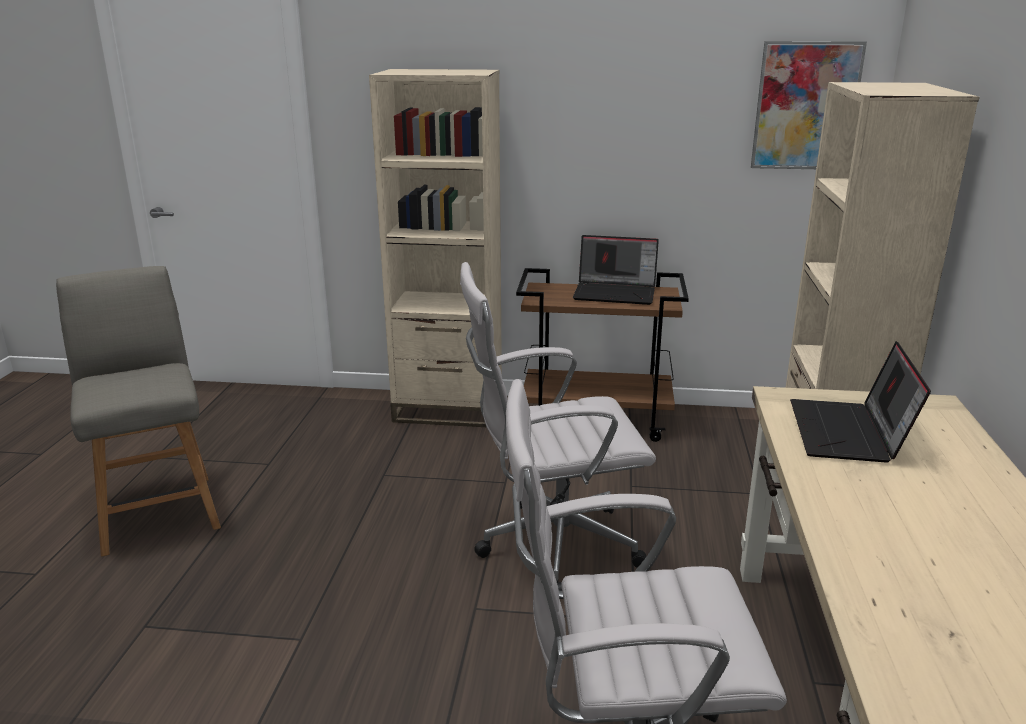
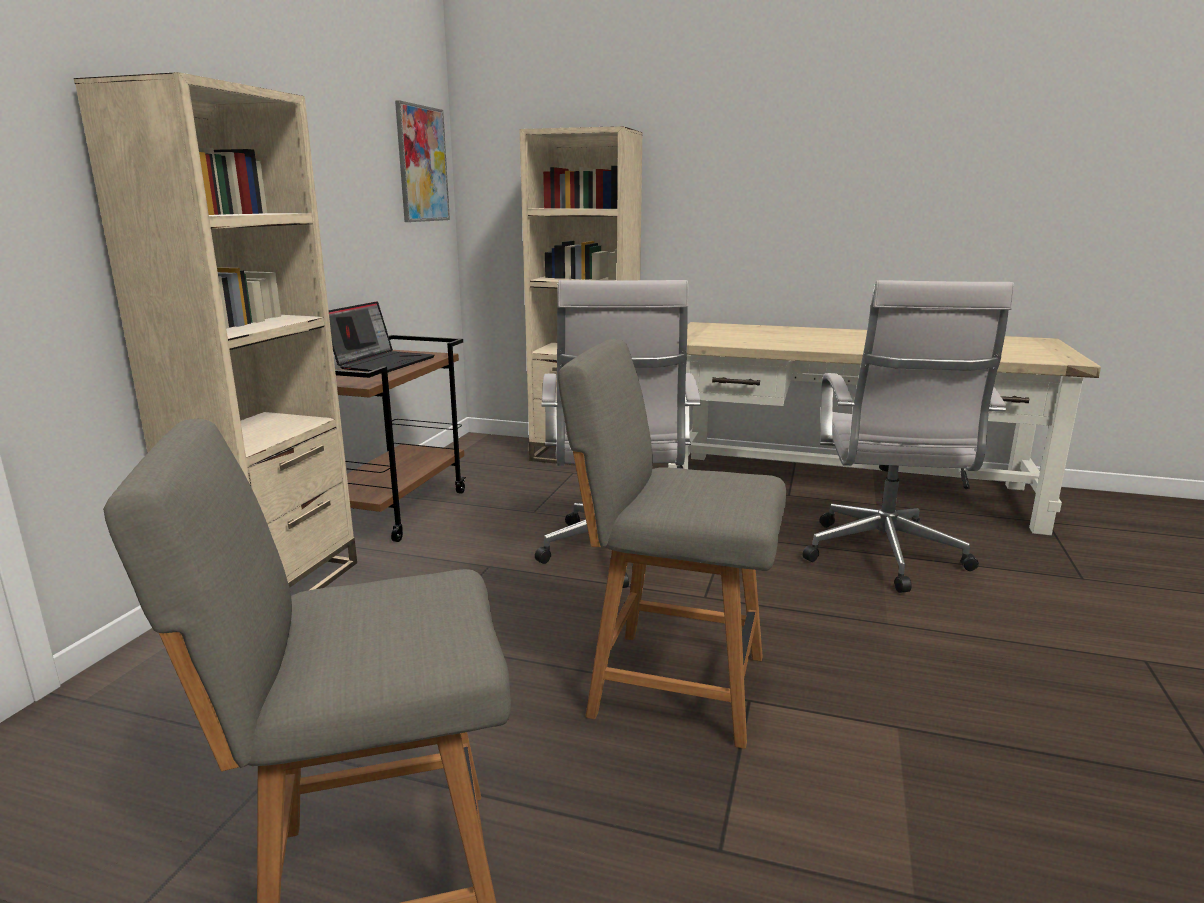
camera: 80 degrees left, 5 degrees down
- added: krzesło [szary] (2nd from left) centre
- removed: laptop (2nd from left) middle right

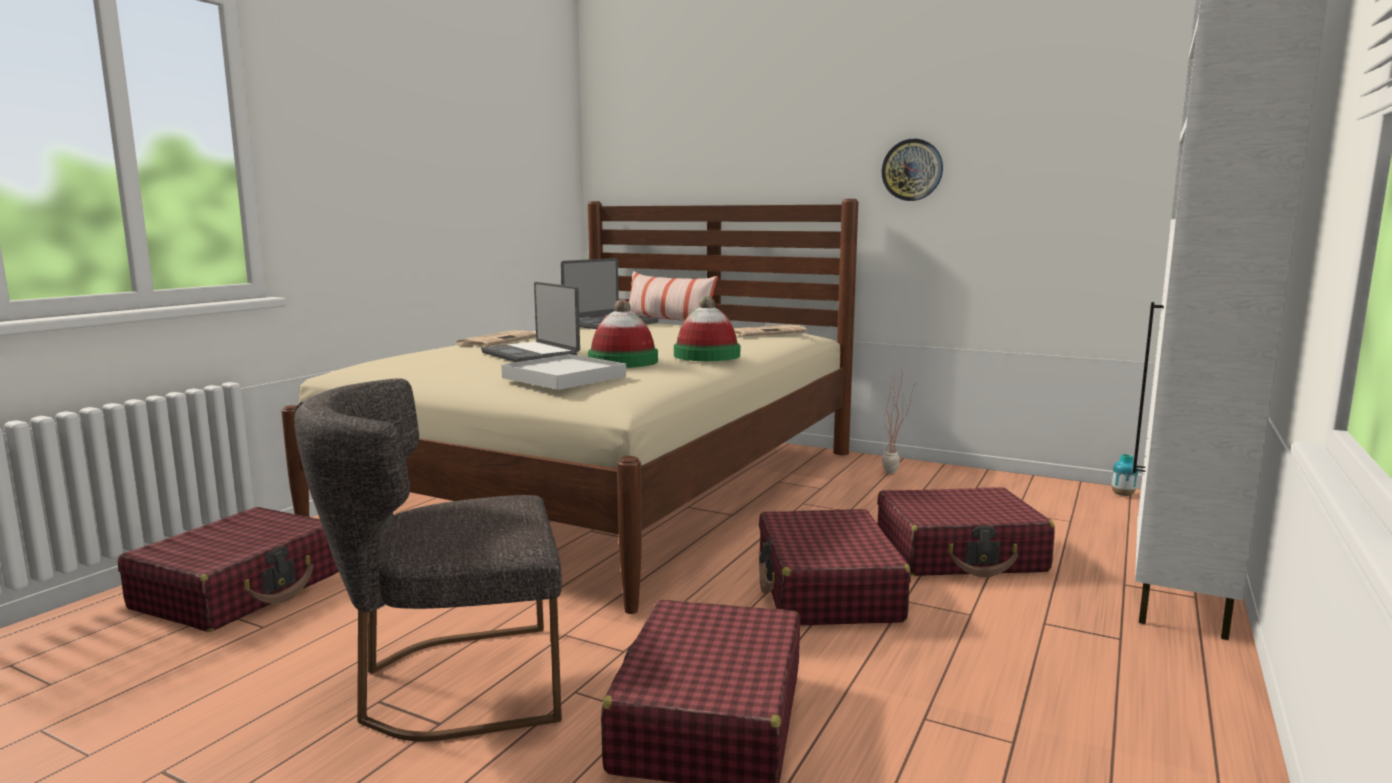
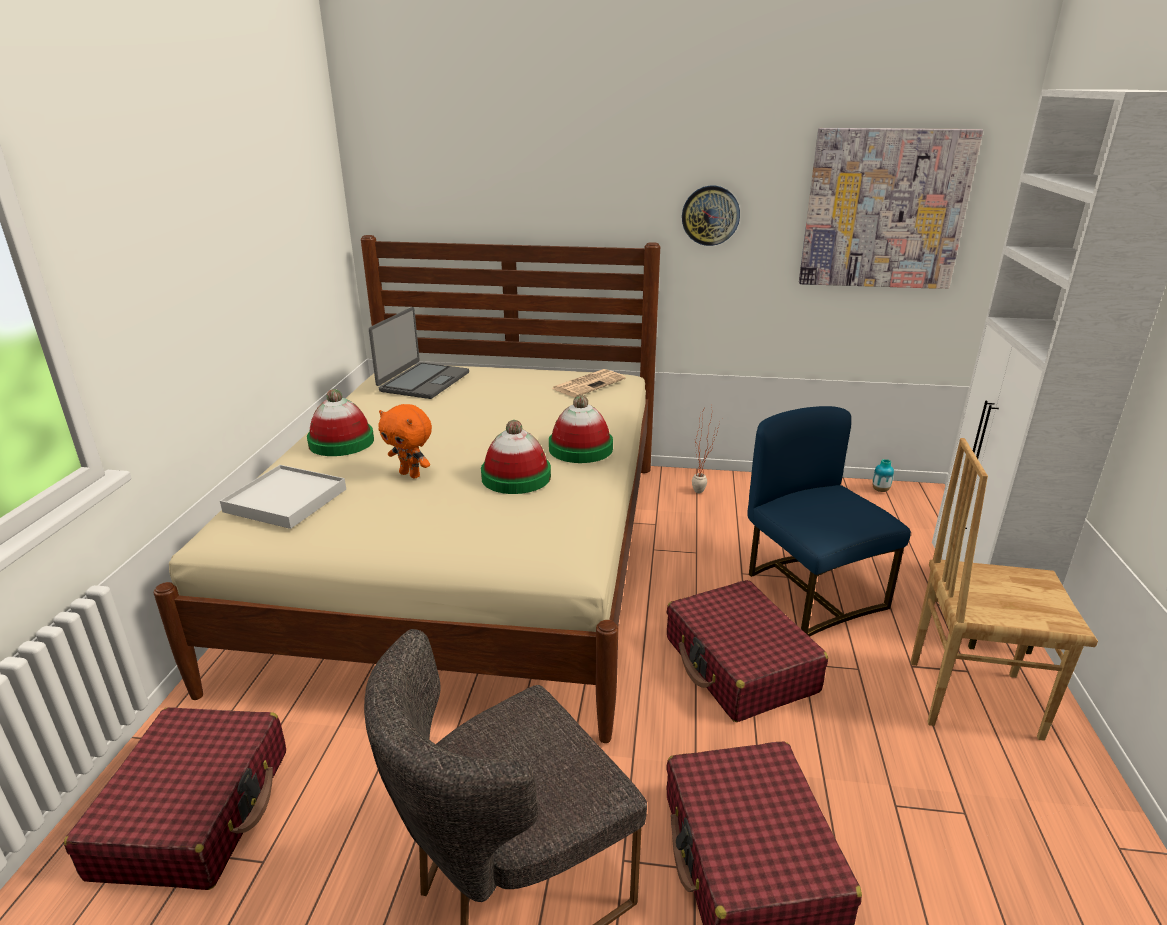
camera: 20 degrees left, 15 degrees up
- moved: taca [biały] centre to middle left
- replaced: gazeta (1st from left) centre to kapelusz (1st from left) middle left
- replaced: laptop (1st from left) centre to pluszak [pomarańczowy] centre
- replaced: walizka [czerwony] (4th from left) bottom right to krzesło [niebieski] middle right
- added: obraz top right
- added: krzesło [brązowy] middle right
- removed: poduszka centre

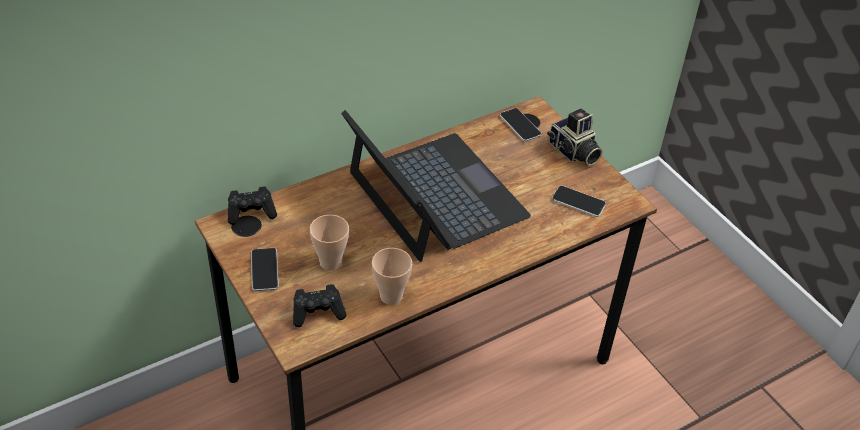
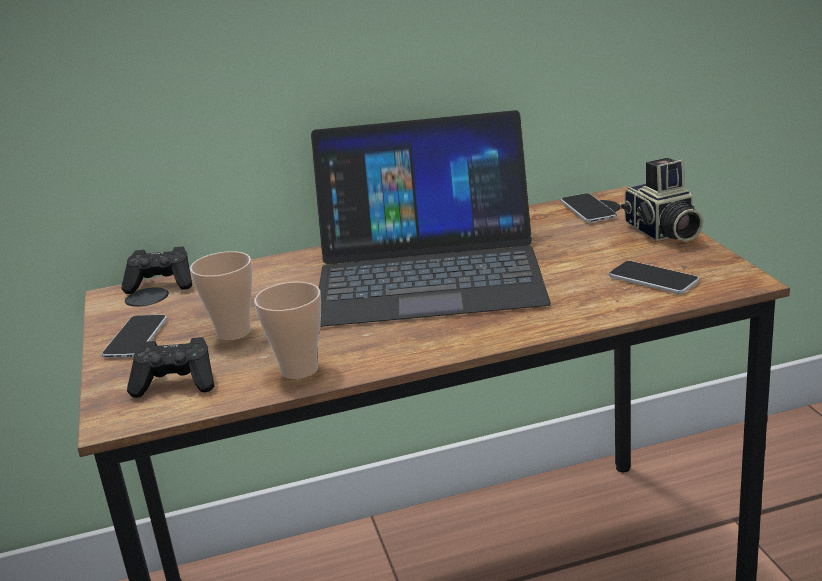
camera: 20 degrees right, 20 degrees down
- turned: laptop centre = centre 105 degrees clockwise

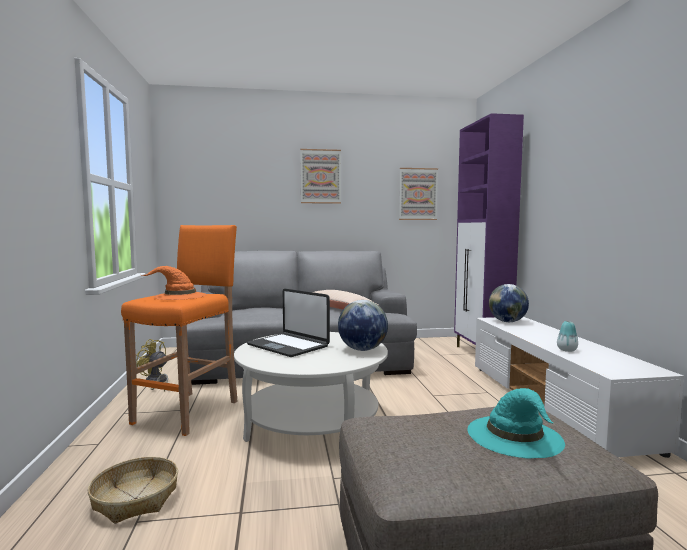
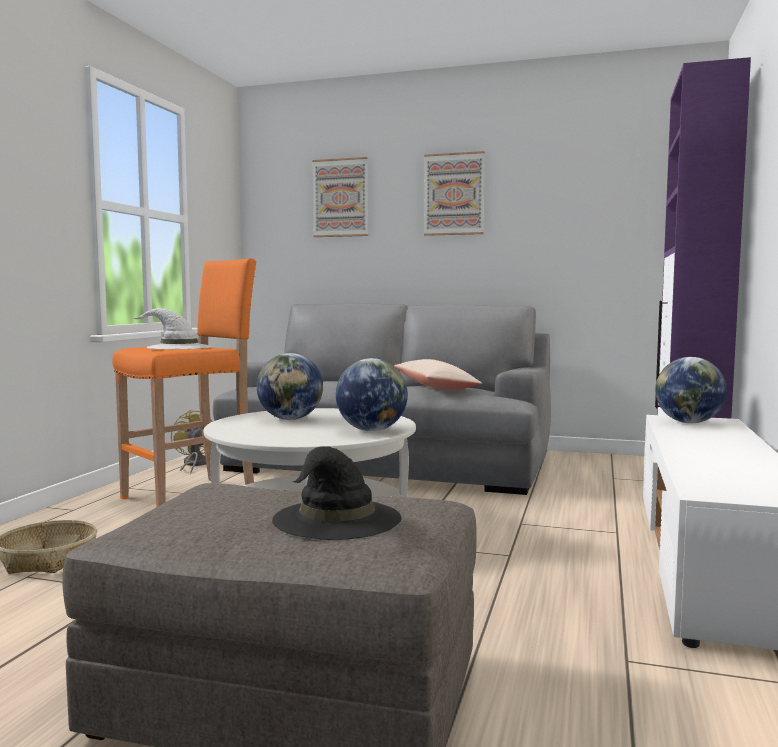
camera: 25 degrees right, 0 degrees up
- recoloured: kapelusz [pomarańczowy] middle left to kapelusz [biały] middle left
- replaced: laptop centre to globus (1st from left) centre
- recoloured: kapelusz [turkusowy] bottom right to kapelusz [czarny] centre
- moved: obraz (2nd from left in the first image) centre to obraz (1st from left) top centre
- removed: wazon middle right

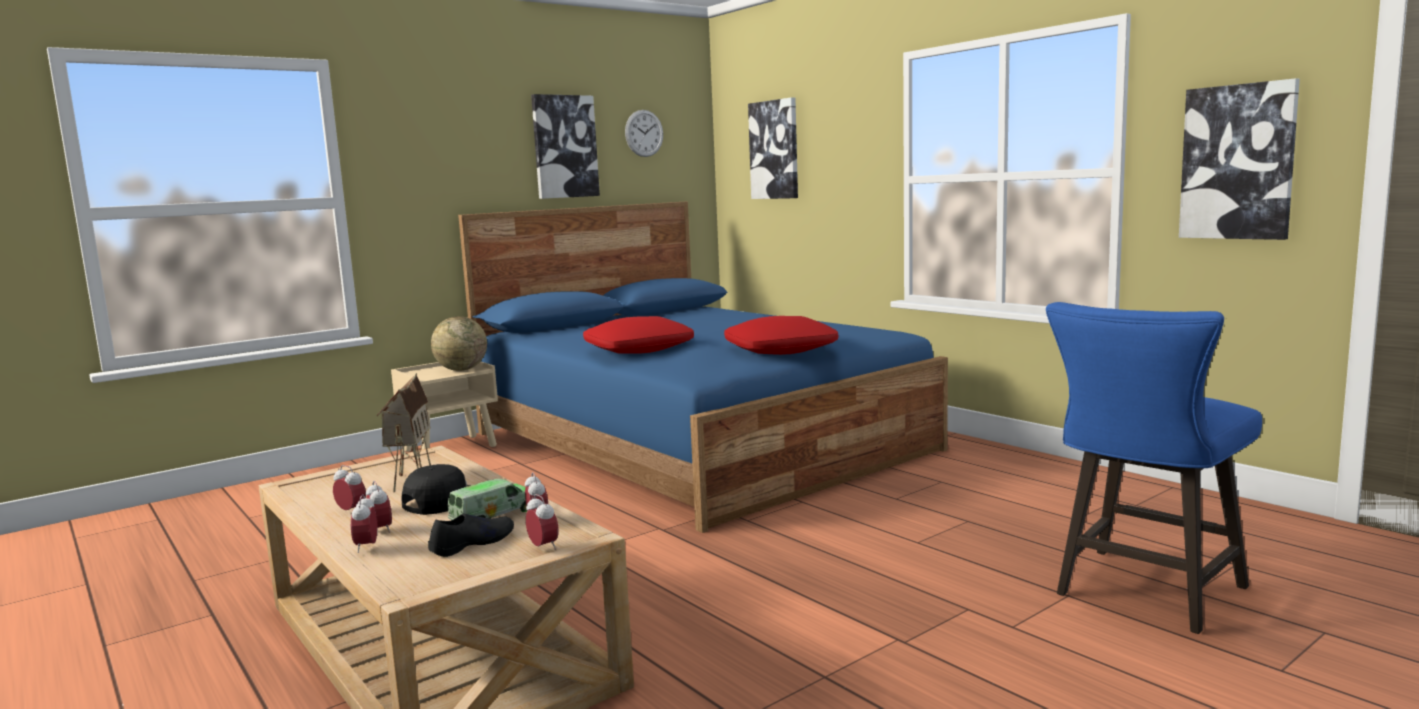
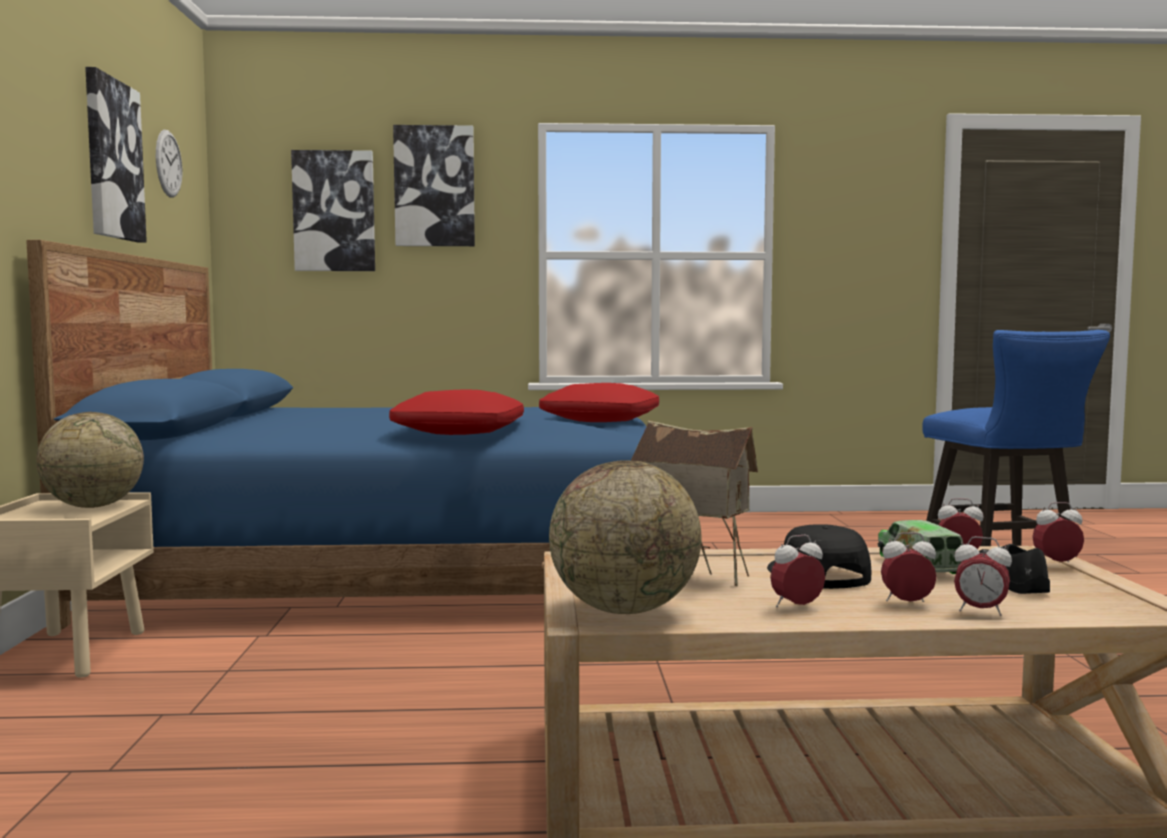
camera: 55 degrees left, 5 degrees down
- moved: obraz (3rd from left) top right to top centre
- added: globus (2nd from left) centre

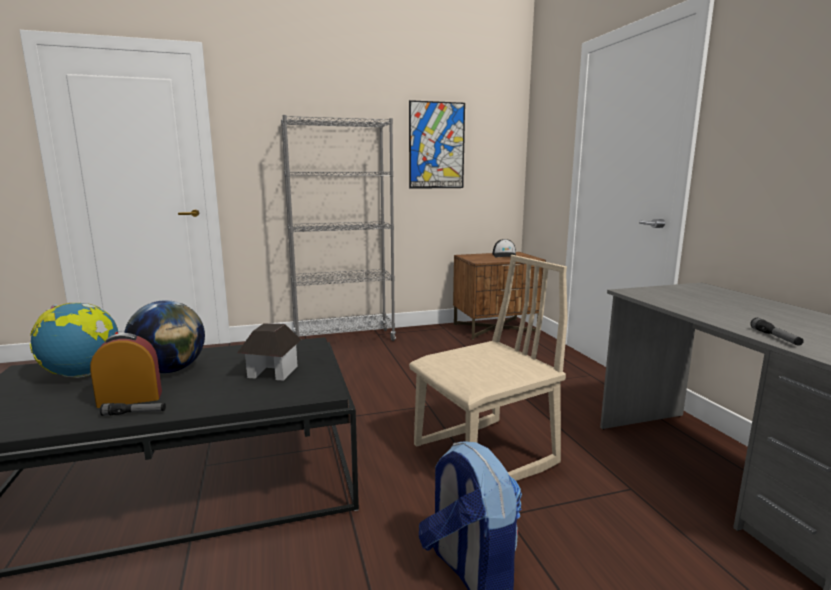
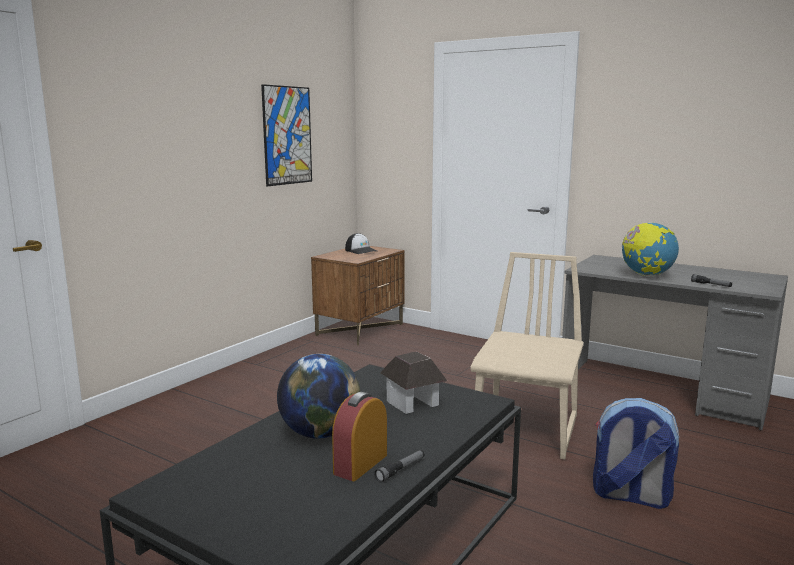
camera: 40 degrees left, 0 degrees up
- moved: globus (1st from left in the first image) middle left to globus (2nd from left) middle right
- removed: regał [szary] centre

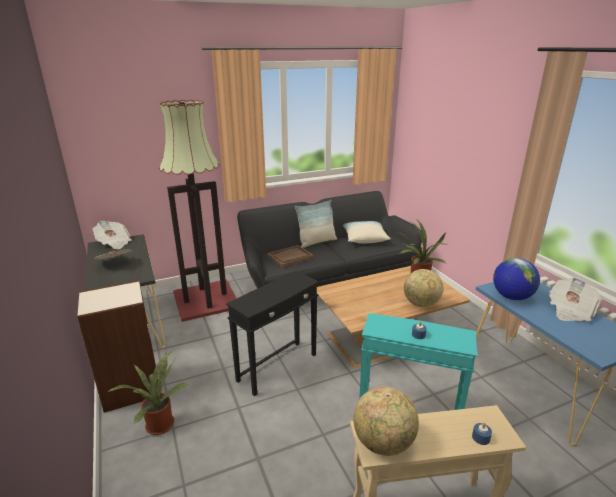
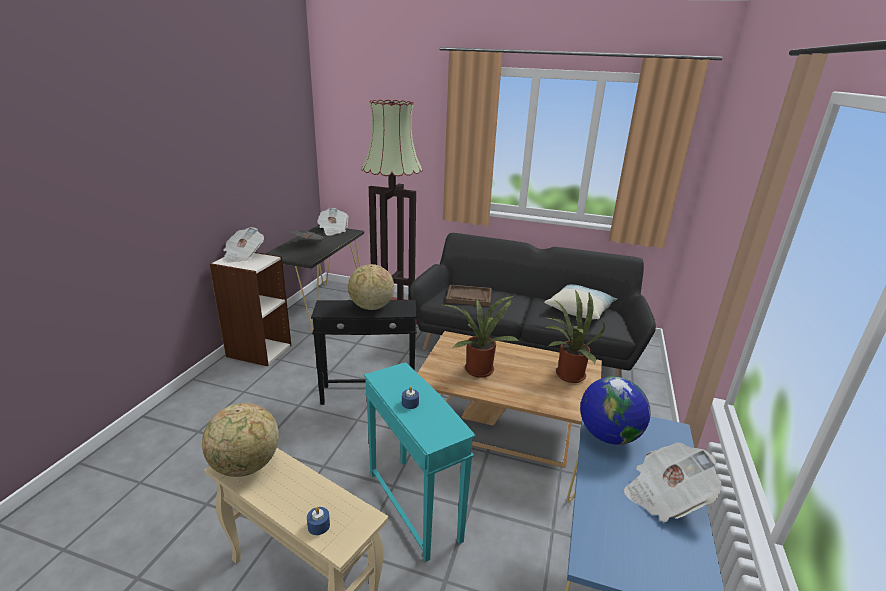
camera: 40 degrees right, 0 degrees up
- added: gazeta (1st from left) middle left
- moved: globus (2nd from left) middle right to centre
- moved: roślina doniczkowa (1st from left) bottom left to centre
- removed: poduszka (1st from left) centre

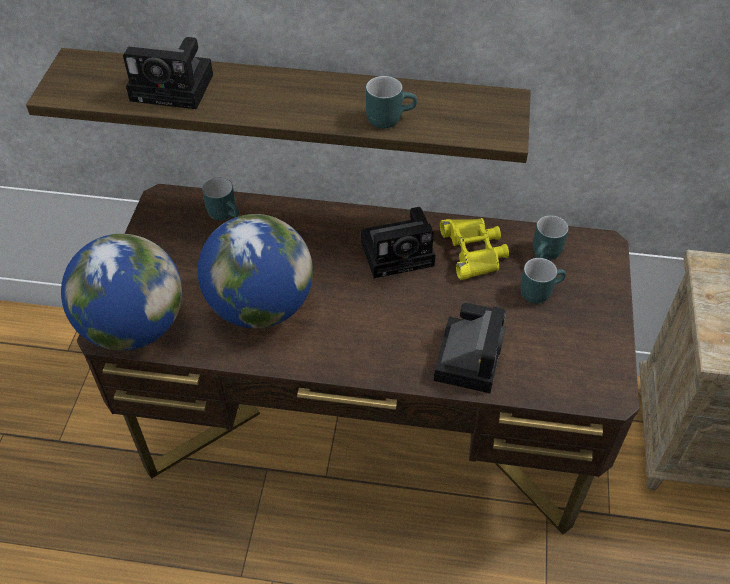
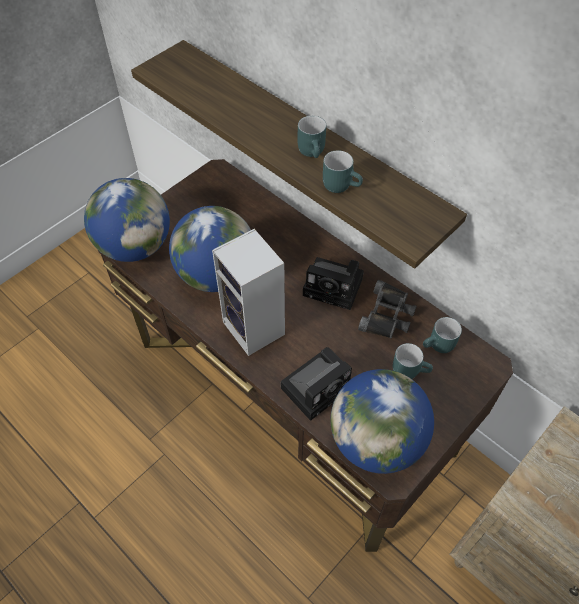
camera: 35 degrees right, 5 degrees up
- added: głośnik centre
- moved: kubek [turkusowy] (1st from left) middle left to top centre
- added: globus (3rd from left) bottom centre
- recoloured: lornetka [żółty] centre to lornetka [czarny] middle right
- removed: aparat fotograficzny (1st from left) top left

